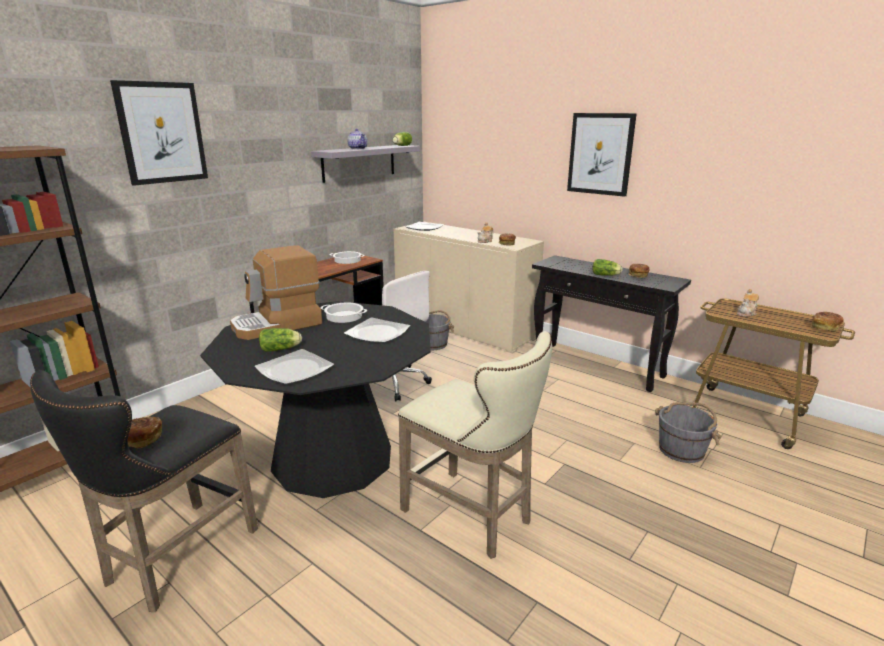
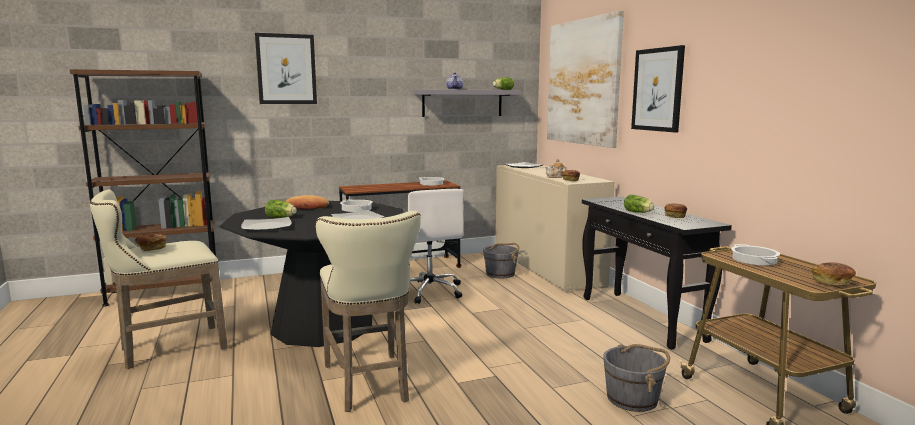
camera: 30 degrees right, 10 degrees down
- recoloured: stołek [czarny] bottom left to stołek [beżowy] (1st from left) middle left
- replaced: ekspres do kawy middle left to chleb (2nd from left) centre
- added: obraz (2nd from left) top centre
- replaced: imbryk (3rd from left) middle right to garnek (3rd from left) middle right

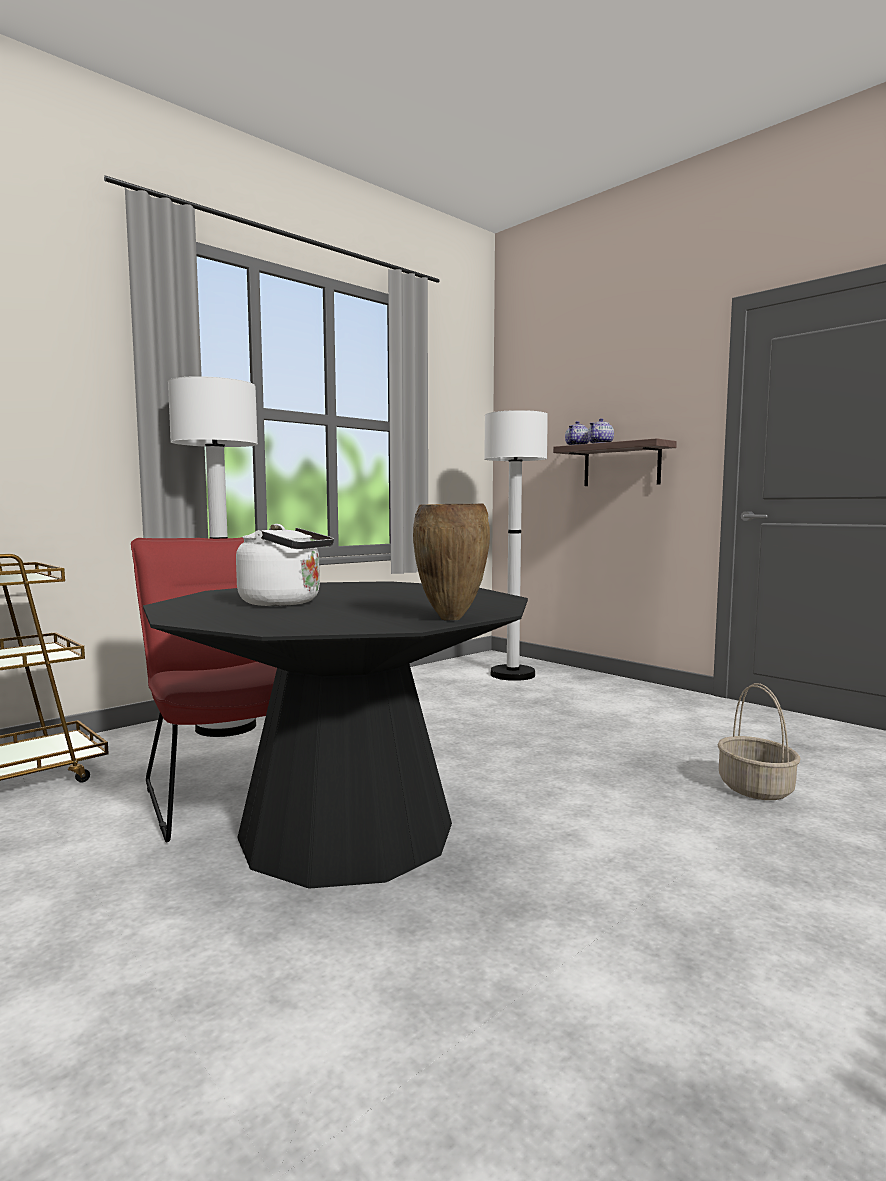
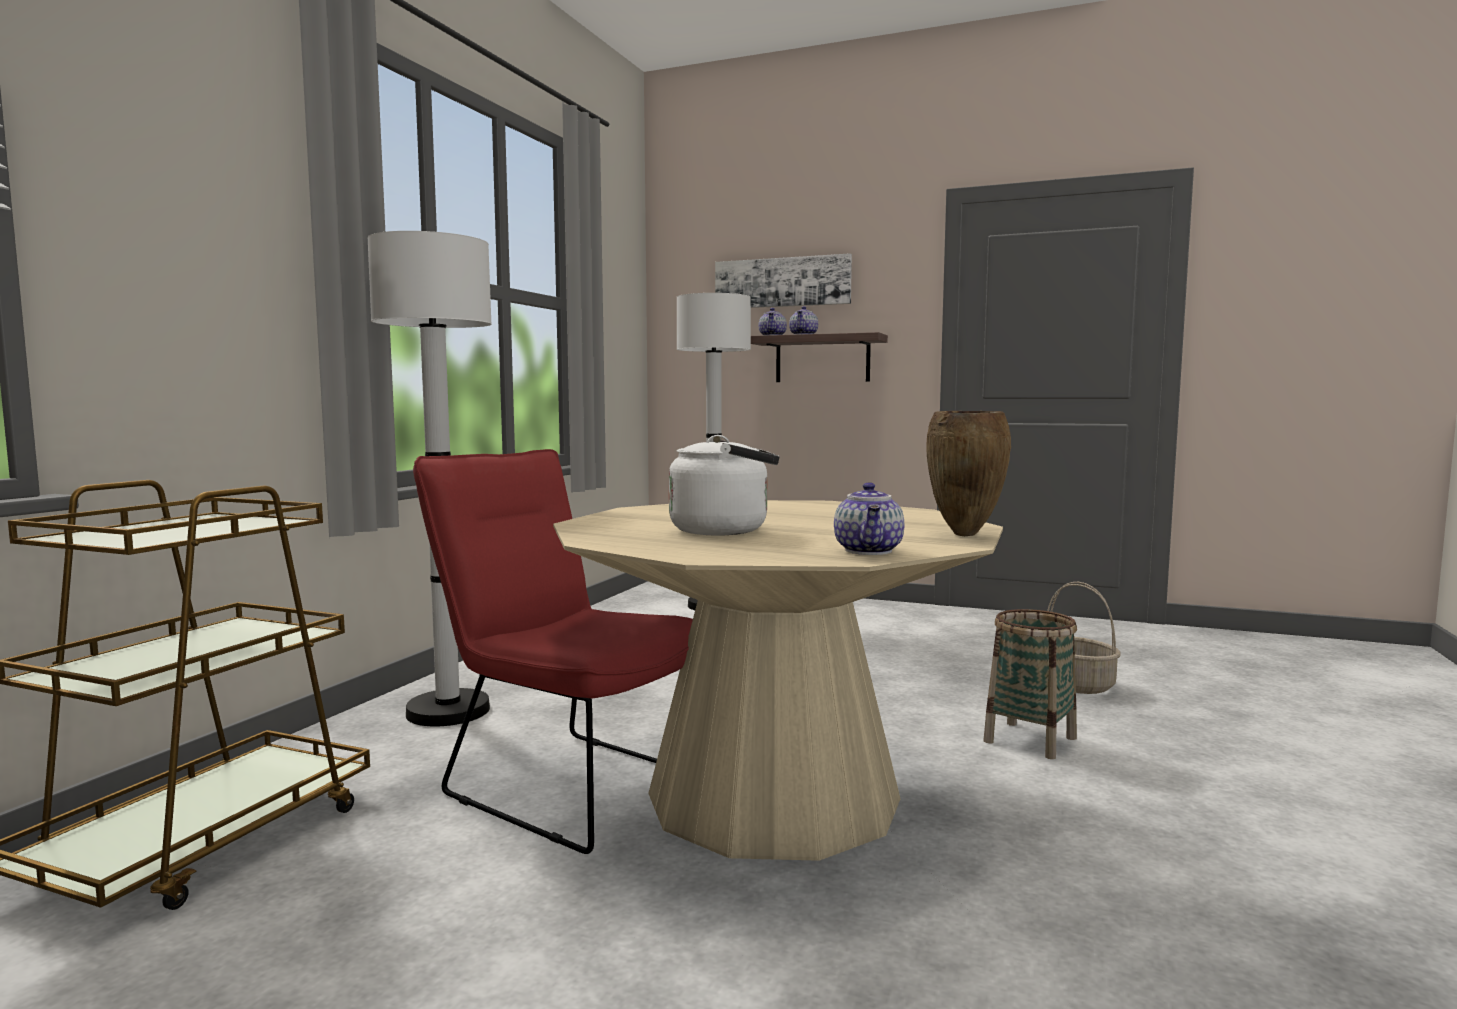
camera: 25 degrees left, 0 degrees up
- recoloured: stół jadalny [czarny] centre to stół jadalny [beżowy] bottom centre
- added: obraz top centre
- added: imbryk (3rd from left) centre
- added: koszyk (1st from left) bottom right

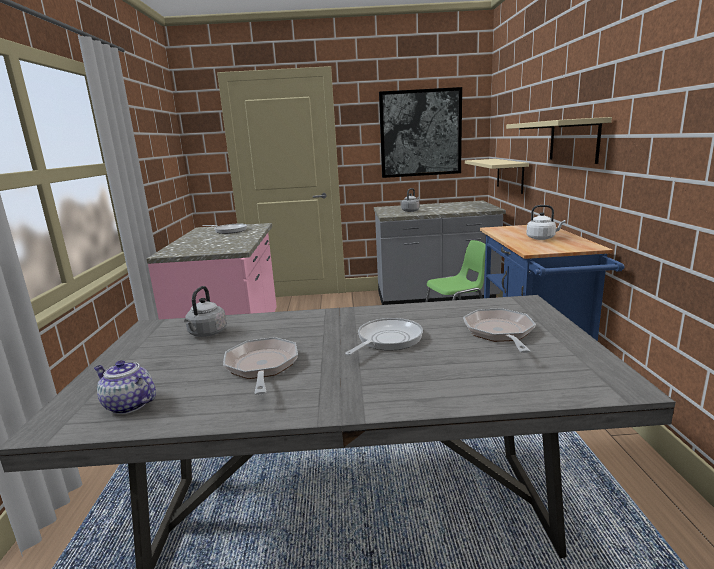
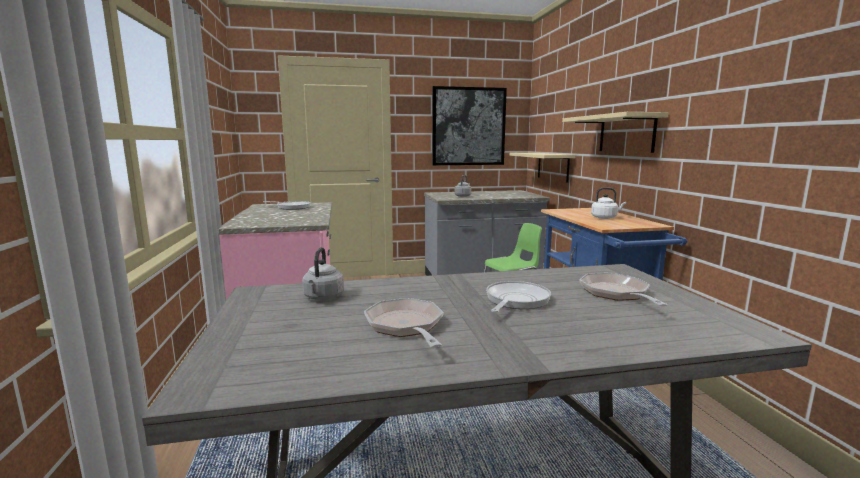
camera: 10 degrees left, 5 degrees down
- removed: imbryk bottom left

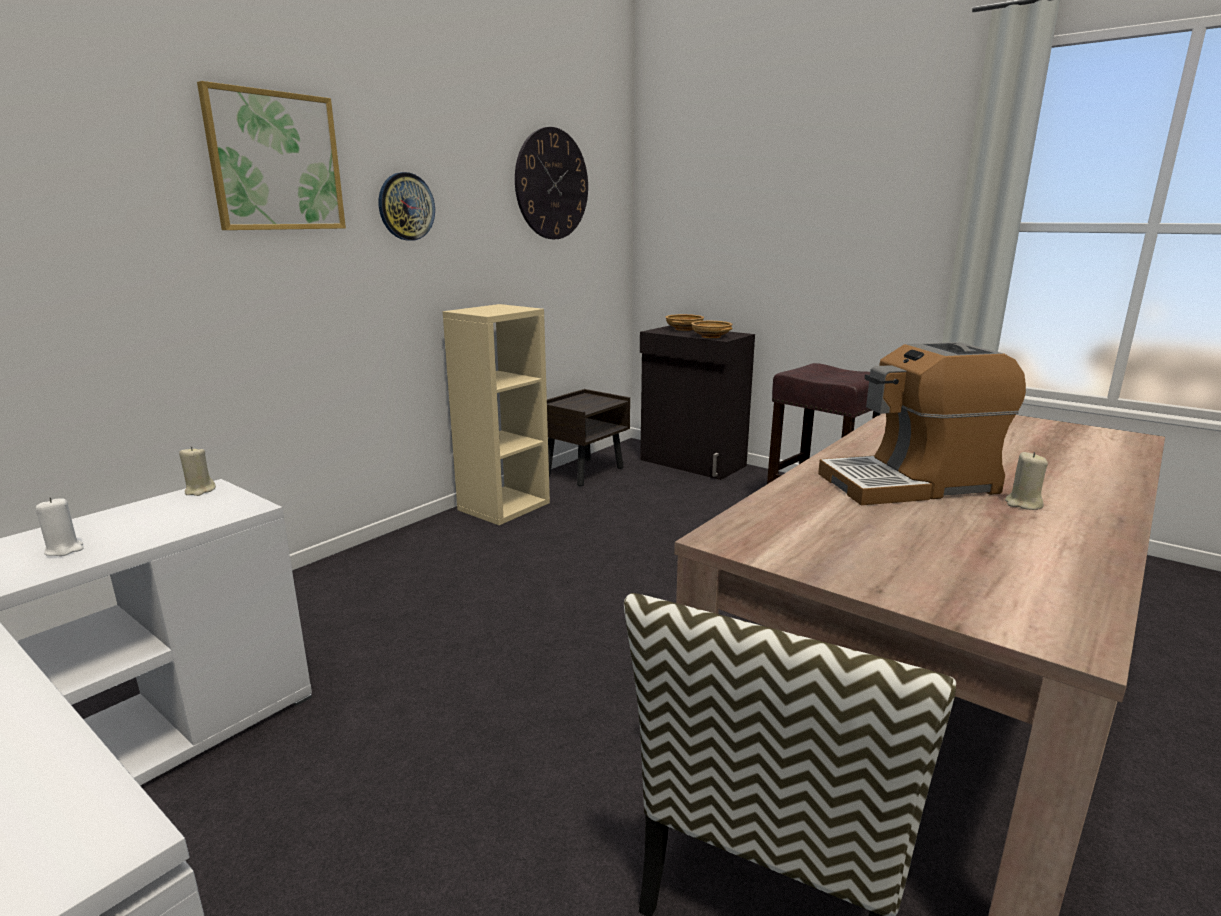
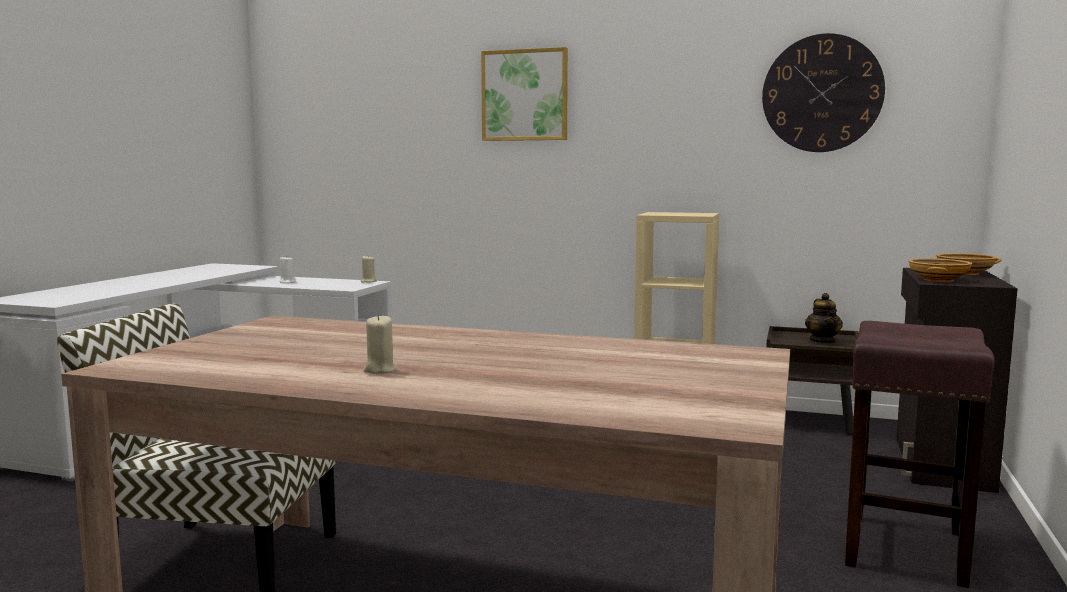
camera: 70 degrees right, 10 degrees down
- added: imbryk middle right
- removed: zegar ścienny (1st from left) top left
- removed: ekspres do kawy middle right

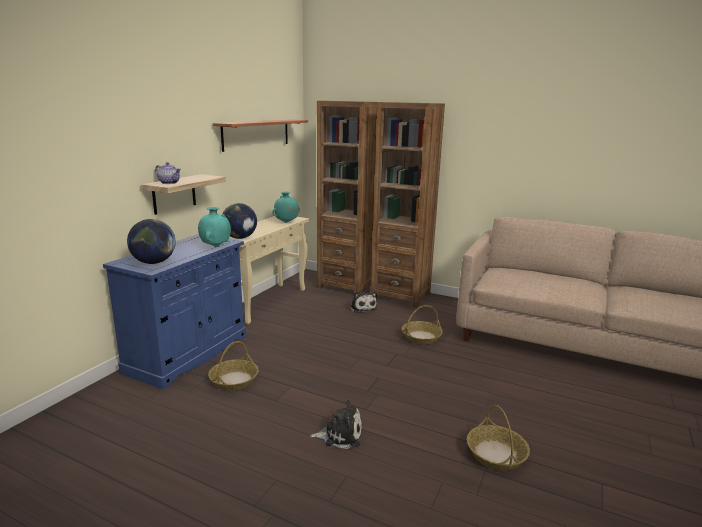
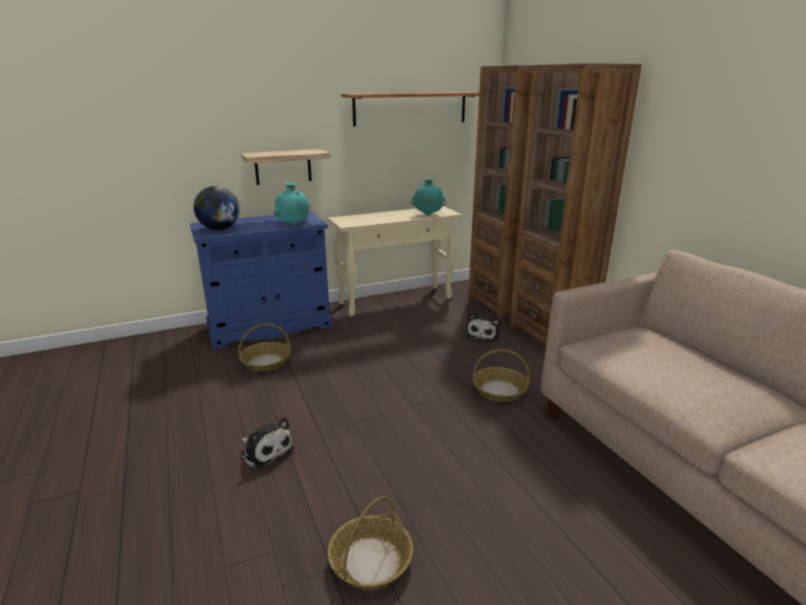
camera: 40 degrees right, 5 degrees up
- removed: imbryk top left
- removed: globus (2nd from left) centre

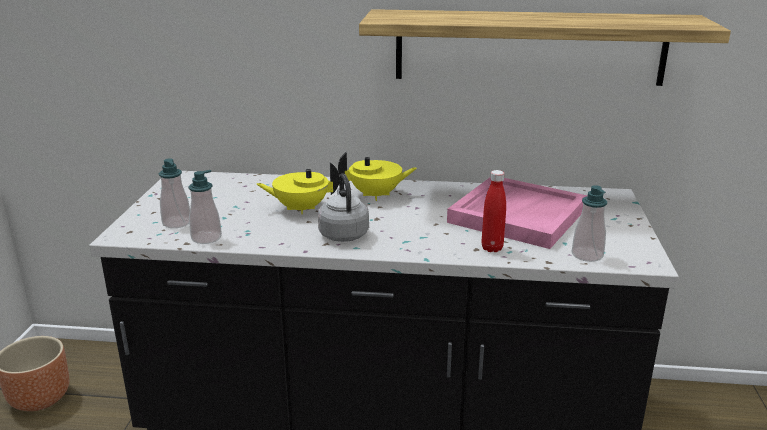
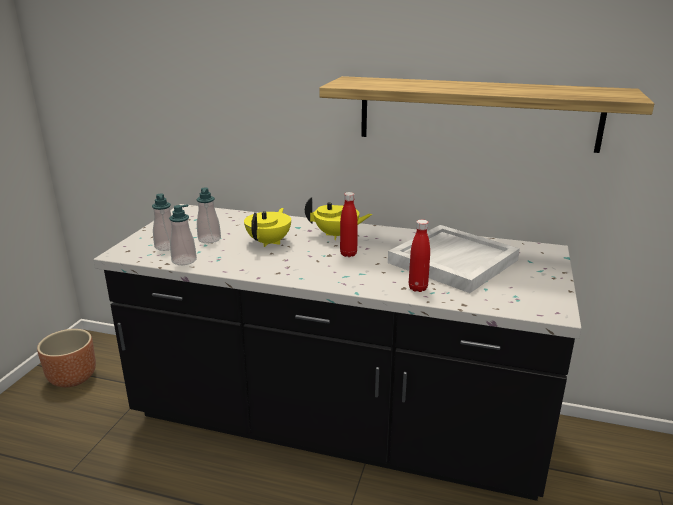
camera: 10 degrees right, 0 degrees up
- moved: dozownik mydła (3rd from left) middle right to middle left
- turned: imbryk [żółty] (1st from left) centre = centre 105 degrees clockwise
- added: butelka [czerwony] (1st from left) centre
- recoloured: taca [różowy] middle right to taca [biały] middle right
- removed: czajnik [szary] centre

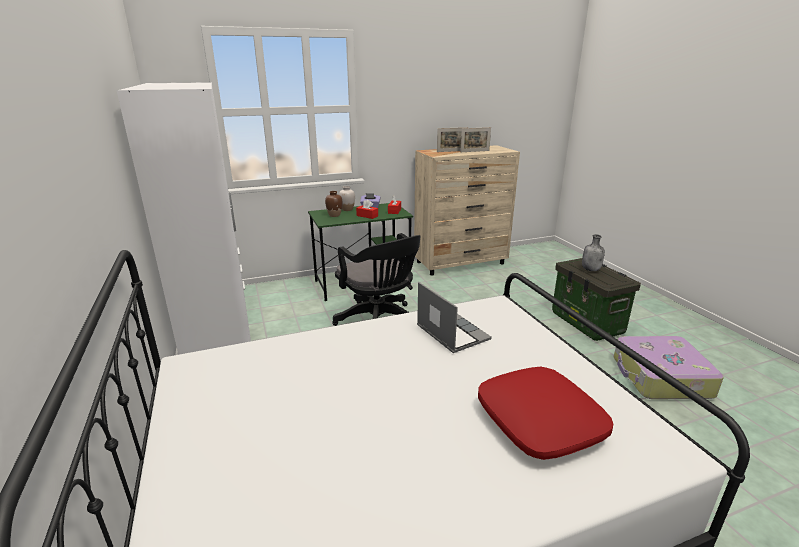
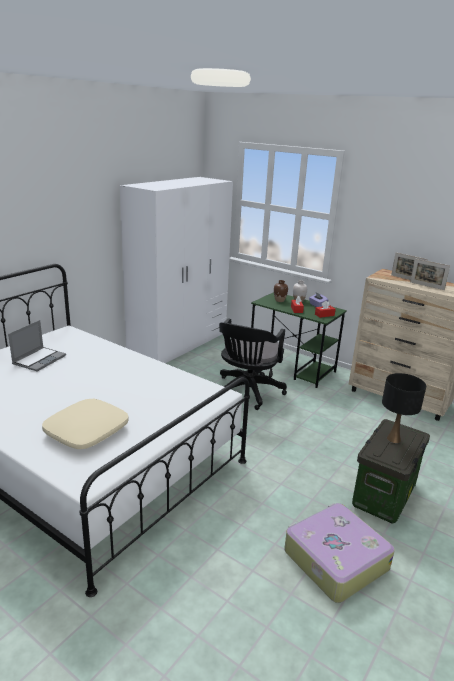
camera: 55 degrees right, 0 degrees up
- moved: laptop centre to middle left
- recoloured: poduszka [czerwony] bottom right to poduszka [beżowy] middle left
- replaced: butelka [szary] middle right to lampa stołowa [czarny] middle right

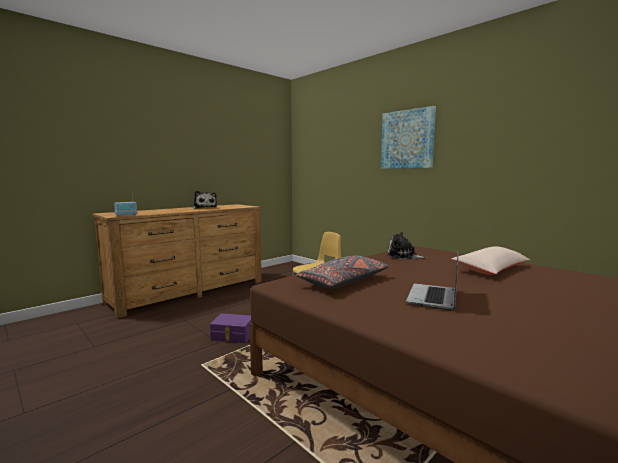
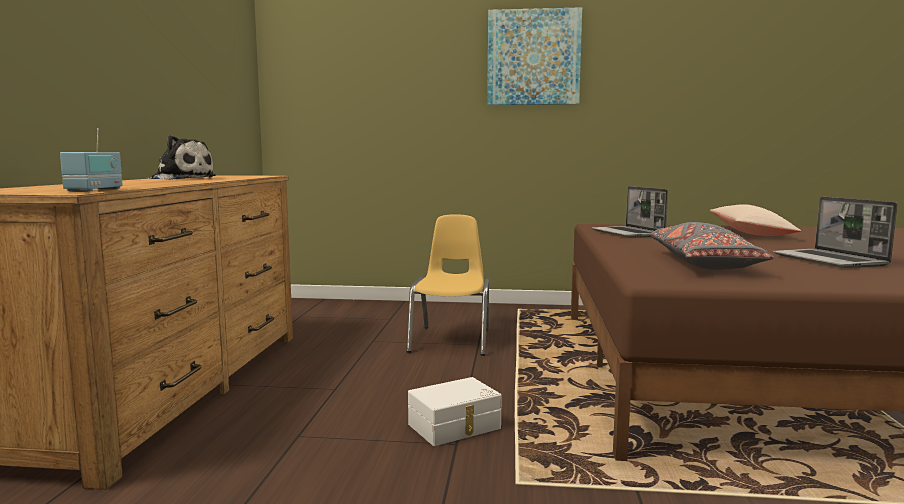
camera: 40 degrees left, 0 degrees up
- recoloured: pojemnik do przechowywania [fioletowy] bottom centre to pojemnik do przechowywania [biały] bottom centre
- replaced: pluszak (2nd from left) centre to laptop (1st from left) middle right

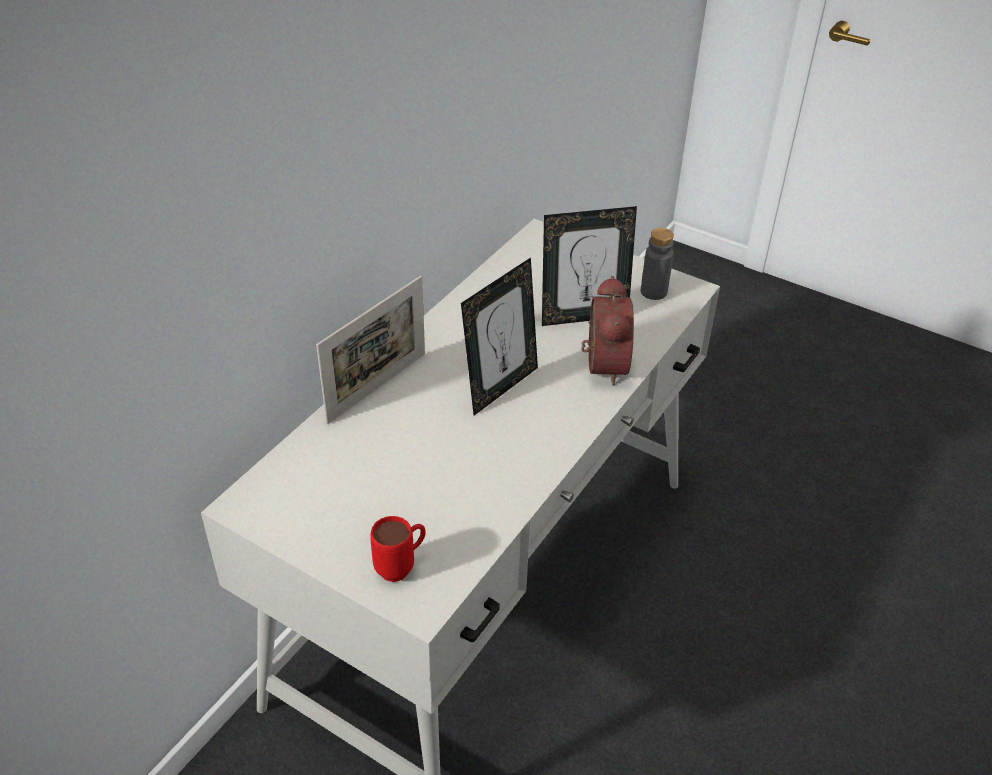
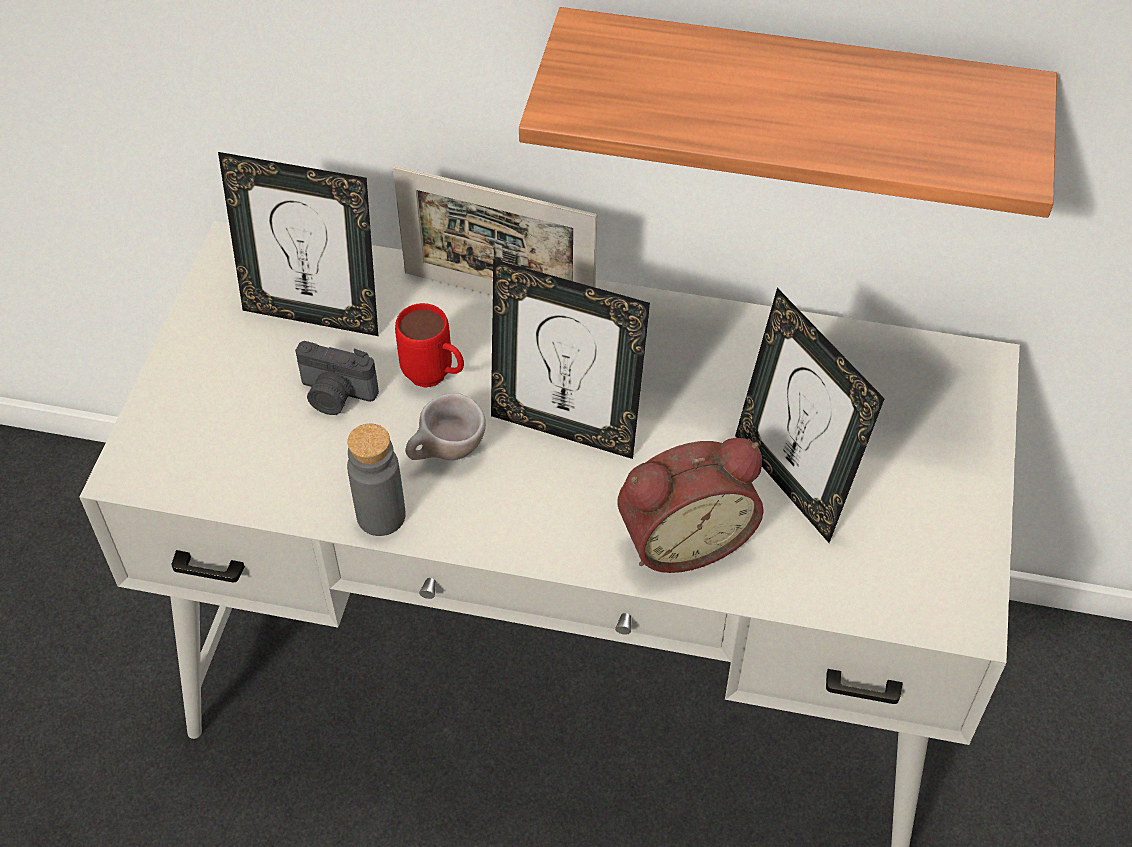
camera: 70 degrees right, 10 degrees up
- added: ramka na zdjęcie (1st from left) top left
- added: aparat fotograficzny middle left
- moved: butelka [szary] centre to middle left
- moved: kubek [czerwony] bottom centre to centre
- added: filiżanka [beżowy] centre
- added: półka top right

